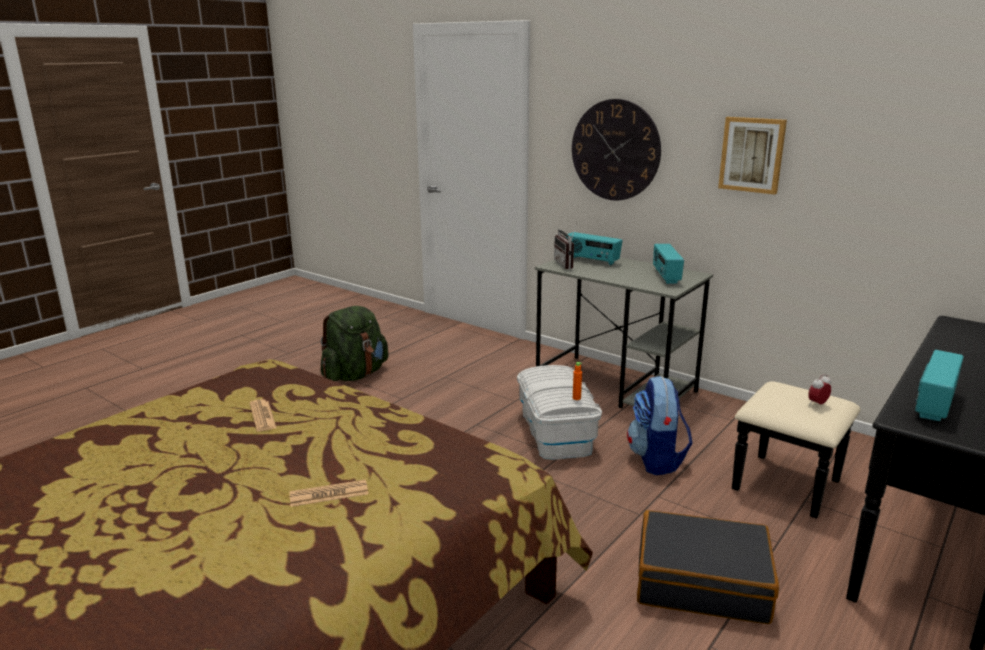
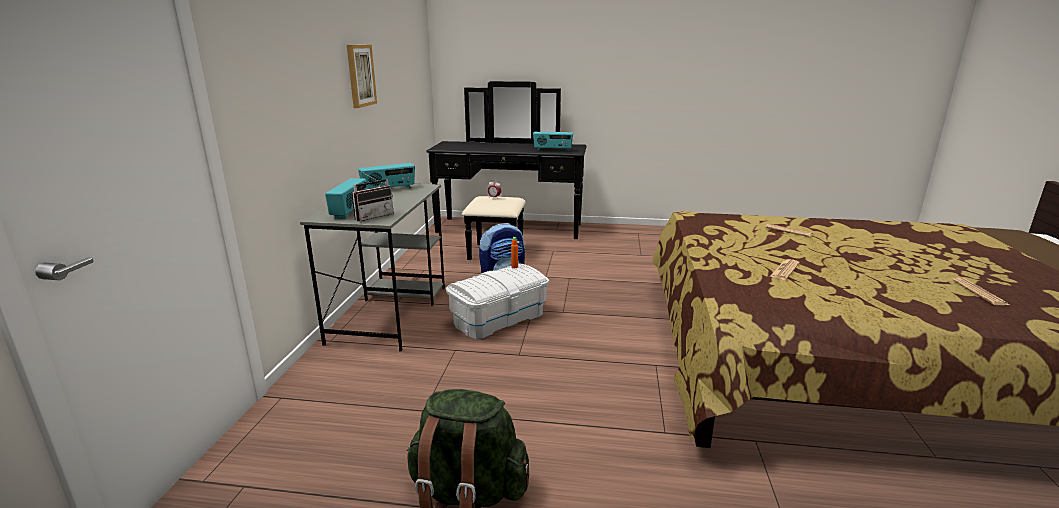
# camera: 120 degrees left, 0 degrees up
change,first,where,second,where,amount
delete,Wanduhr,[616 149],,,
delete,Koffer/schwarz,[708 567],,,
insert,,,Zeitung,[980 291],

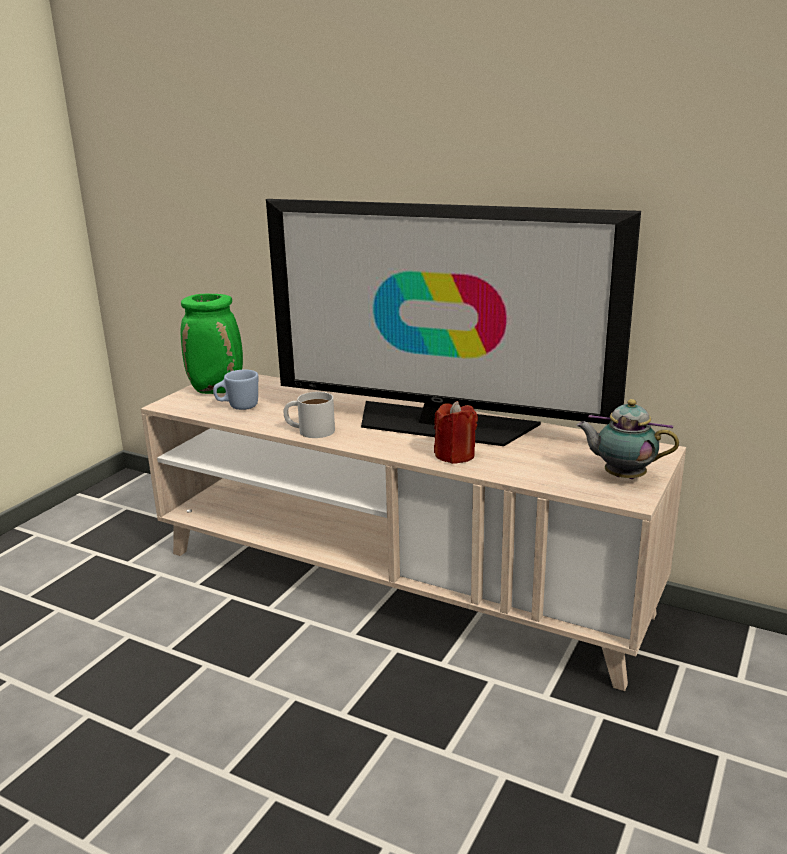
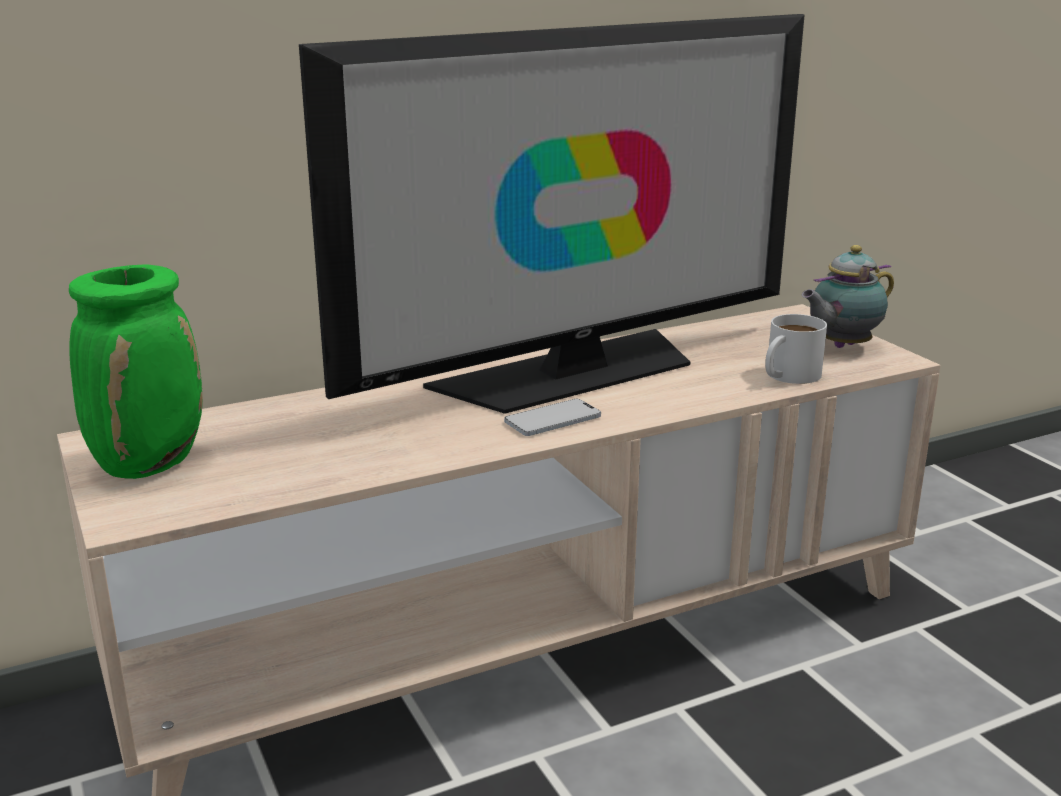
# camera: 55 degrees left, 0 degrees up
change,first,where,second,where,amount
delete,Henkelbecher/blau,[235 390],,,
move,Henkelbecher/weiß,[309 415],,[796 349],
delete,Kerze/rot,[456 432],,,
insert,,,Handy,[552 417],

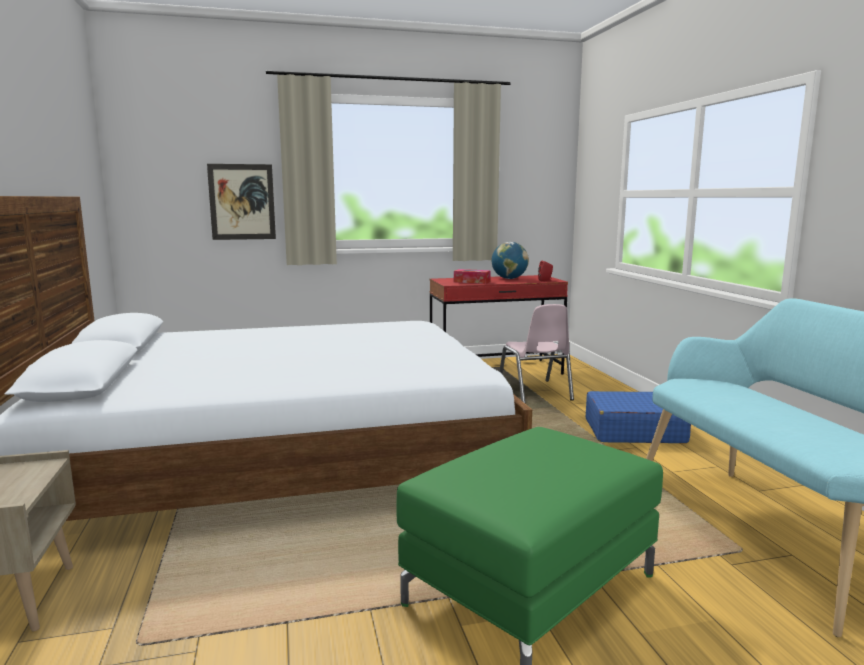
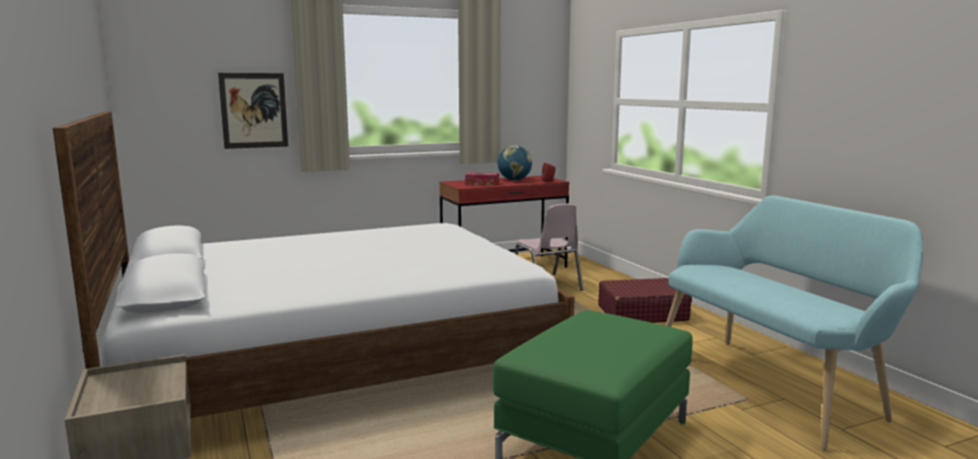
# camera: 10 degrees left, 0 degrees up
change,first,where,second,where,amount
recolor,Koffer/blau,[638 417],Koffer/rot,[645 300],

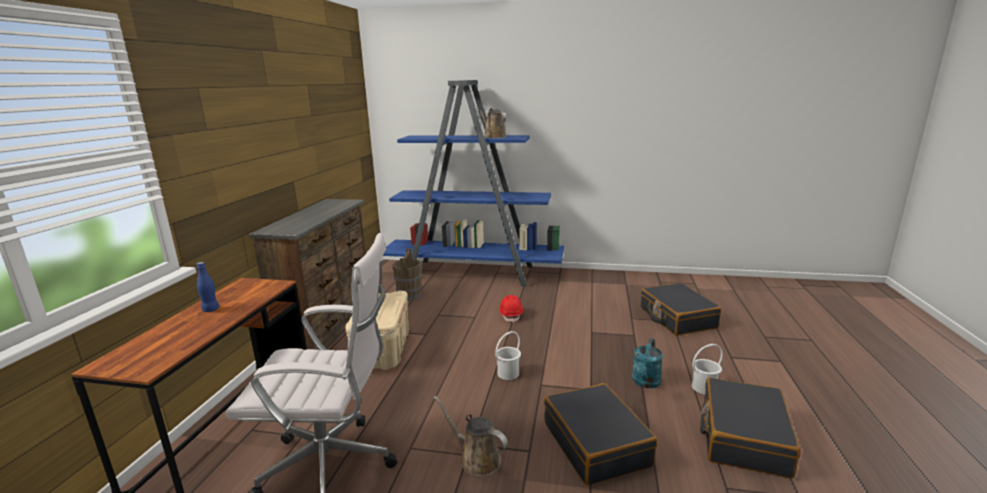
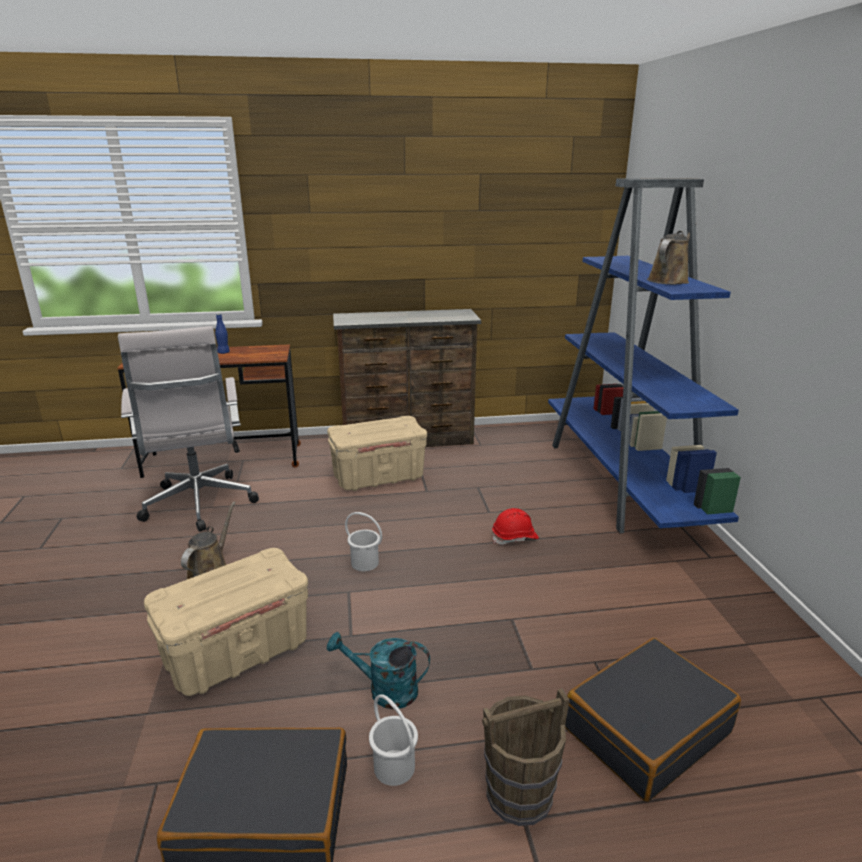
# camera: 70 degrees right, 5 degrees up
change,first,where,second,where,amount
move,Eimer/braun,[407 274],,[526 757],
replace,Koffer/schwarz,[601 434],Aufbewahrungsbox/beige,[226 622],

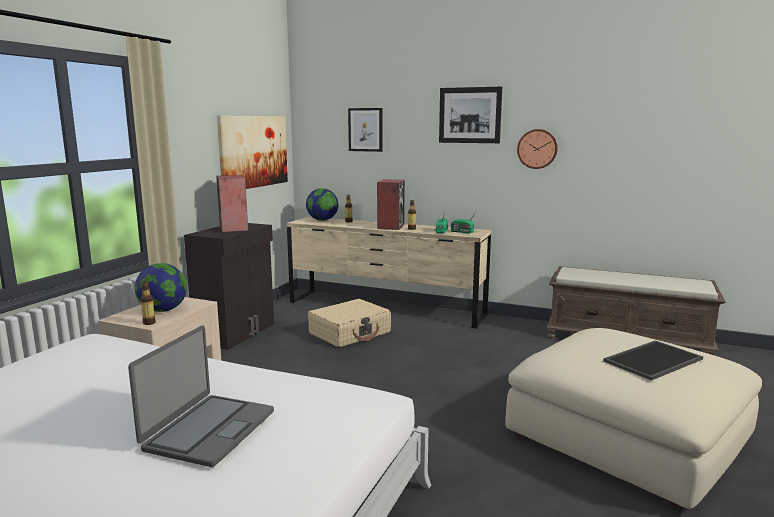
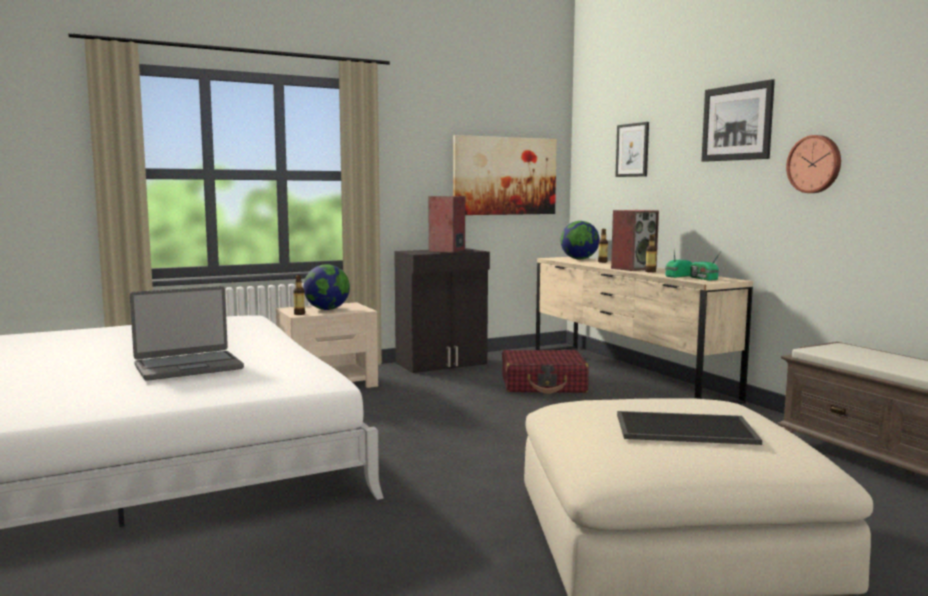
# camera: 40 degrees right, 5 degrees down
change,first,where,second,where,amount
recolor,Koffer/beige,[349 323],Koffer/rot,[545 372],

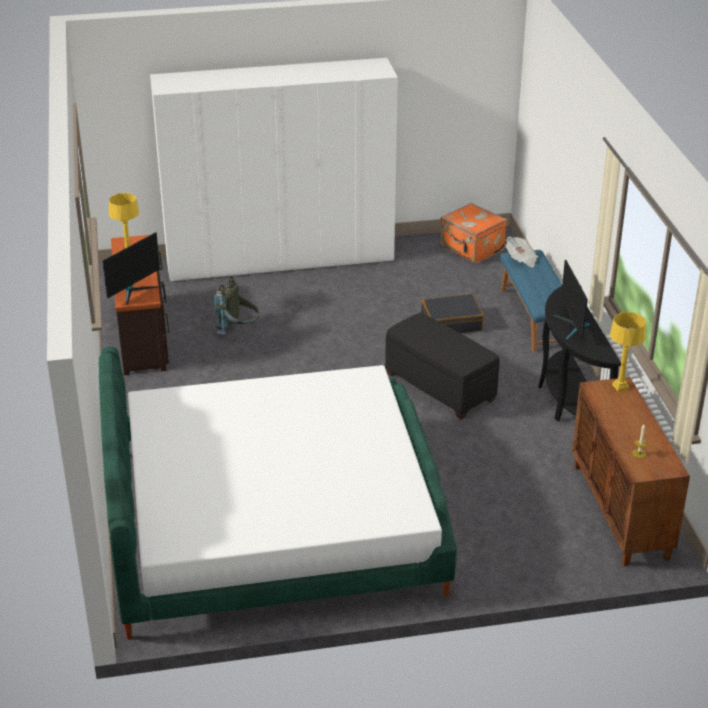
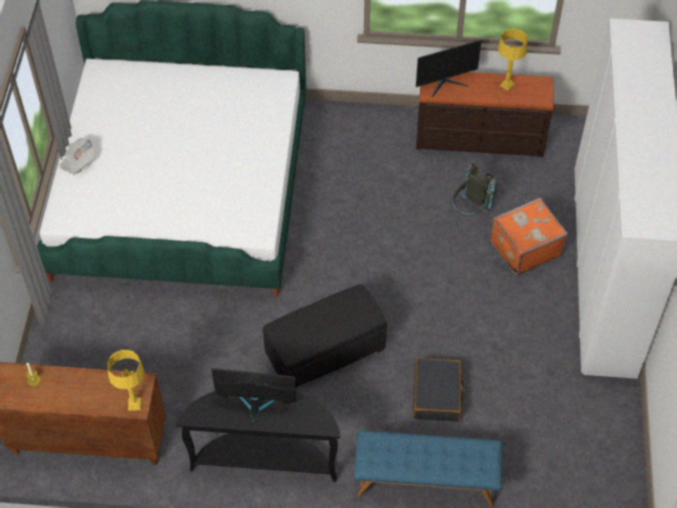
# camera: 105 degrees right, 20 degrees up
change,first,where,second,where,amount
move,Koffer/orange,[473 233],,[529 236],
rotate,Monitor,[131 268],,[449 68],75 degrees counterclockwise
move,Zeitung,[522 252],,[77 157],

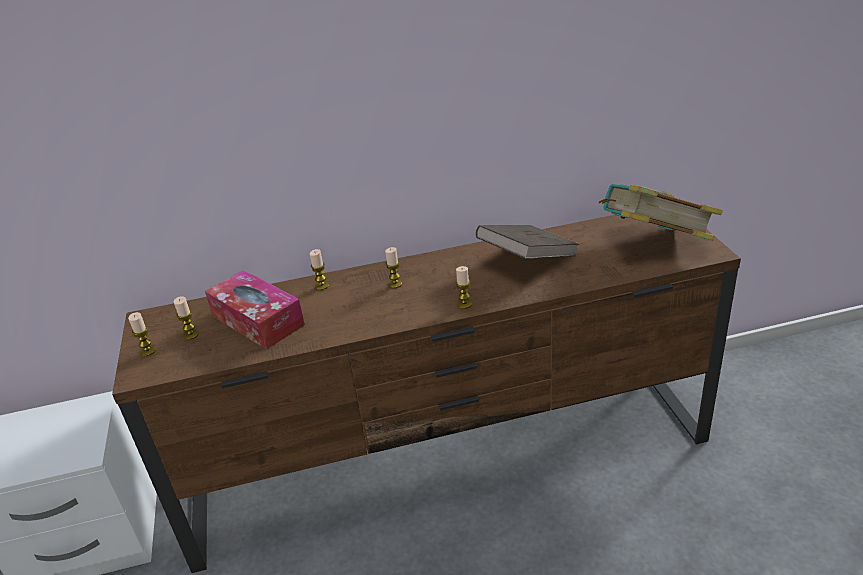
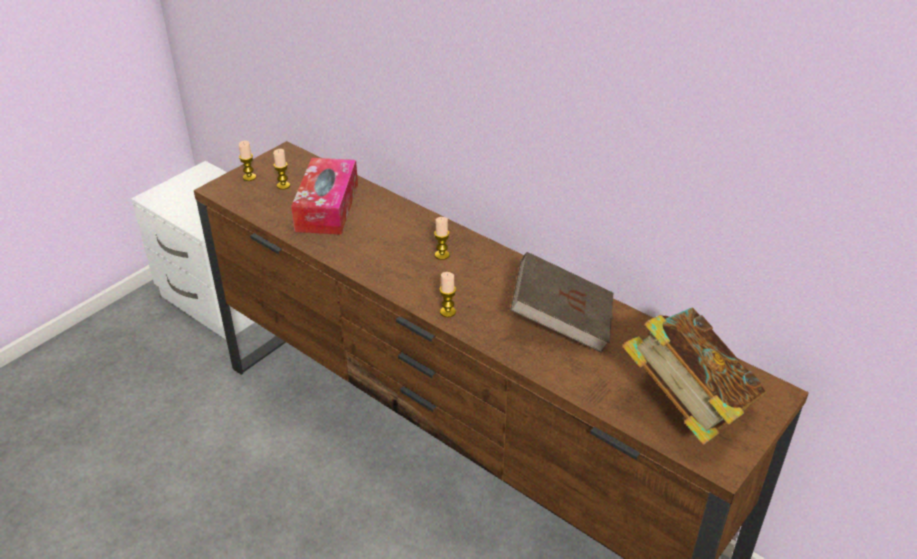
# camera: 50 degrees right, 5 degrees up
change,first,where,second,where,amount
delete,Kerze,[319 269],,,

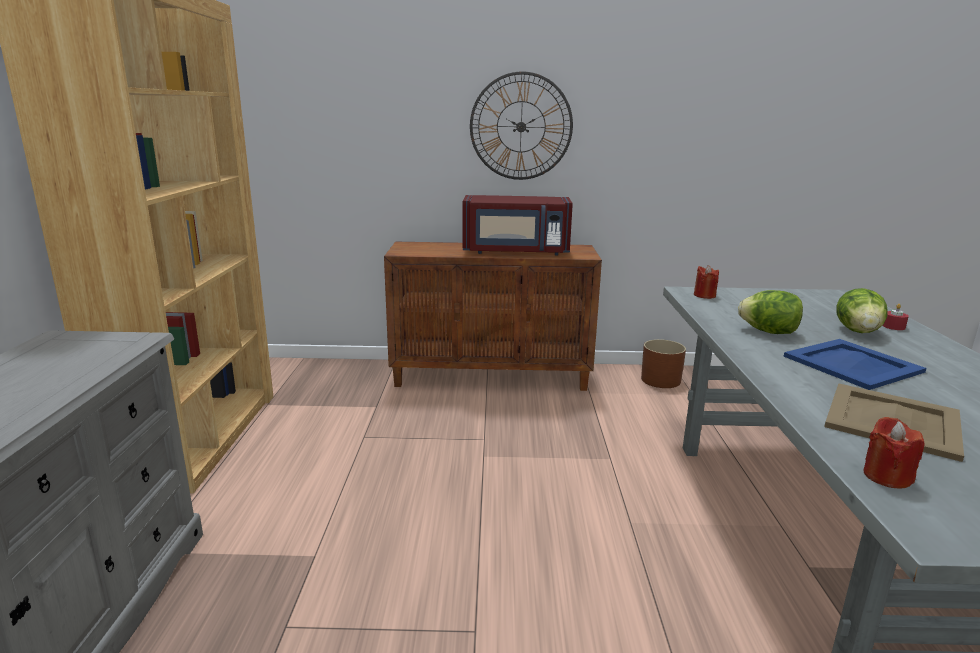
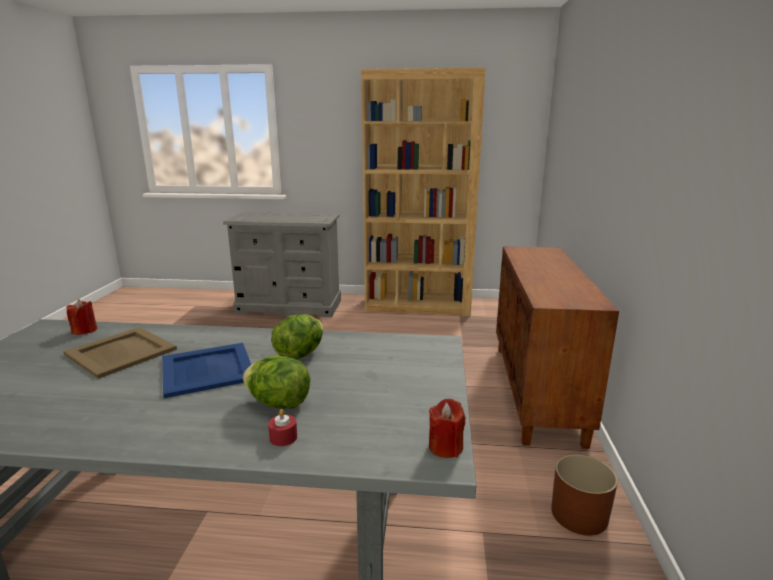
# camera: 95 degrees right, 0 degrees up
change,first,where,second,where,amount
delete,Wanduhr,[521 125],,,
delete,Mikrowelle/rot,[518 225],,,
move,Kerze/rot,[706 282],,[447 428],

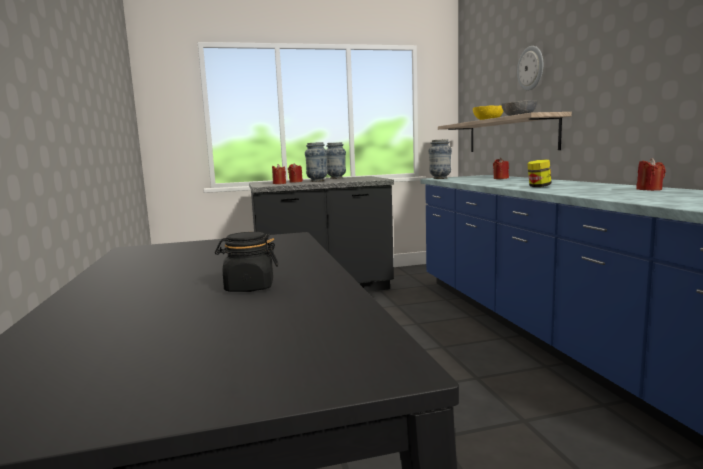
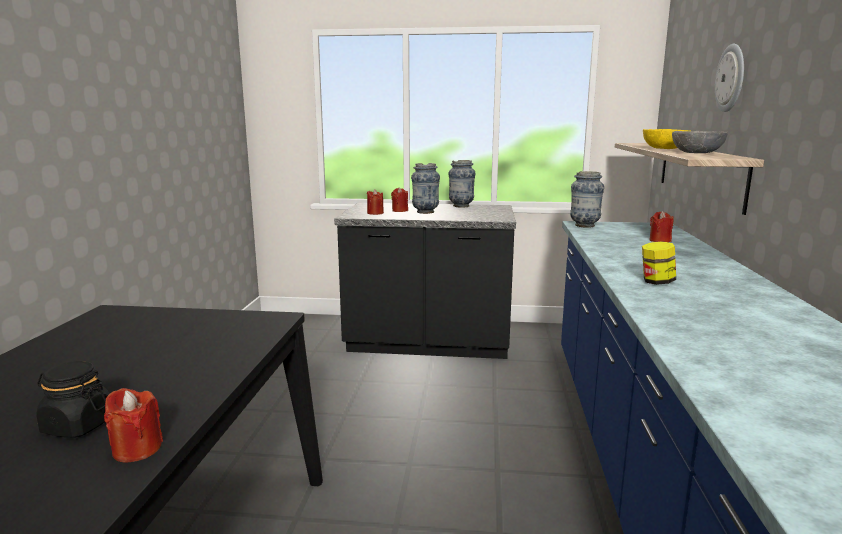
# camera: 20 degrees right, 5 degrees up
change,first,where,second,where,amount
move,Kerze/rot,[651 174],,[133 425],

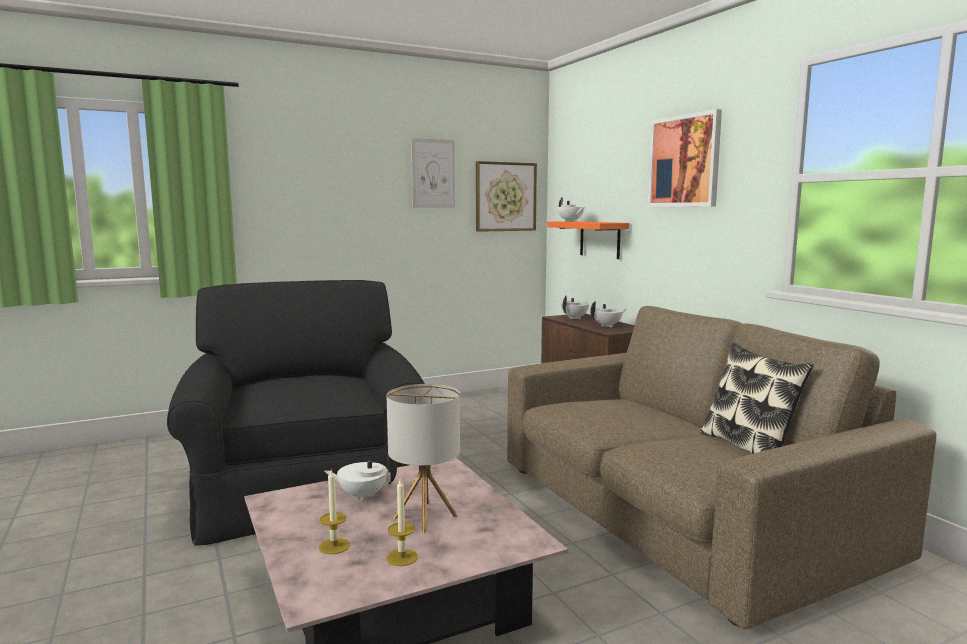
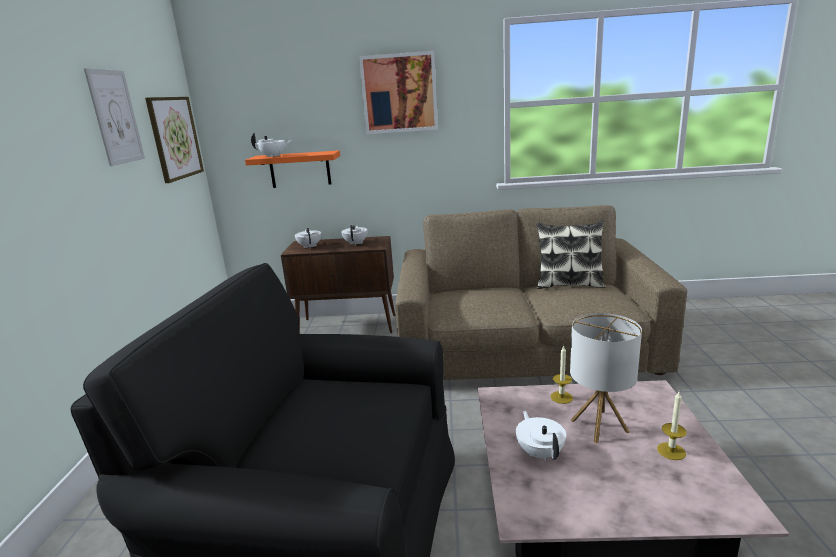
# camera: 60 degrees left, 10 degrees up
change,first,where,second,where,amount
rotate,Teekanne/weiß,[360 478],,[541 436],135 degrees clockwise
move,Kerze,[334 512],,[562 374],

